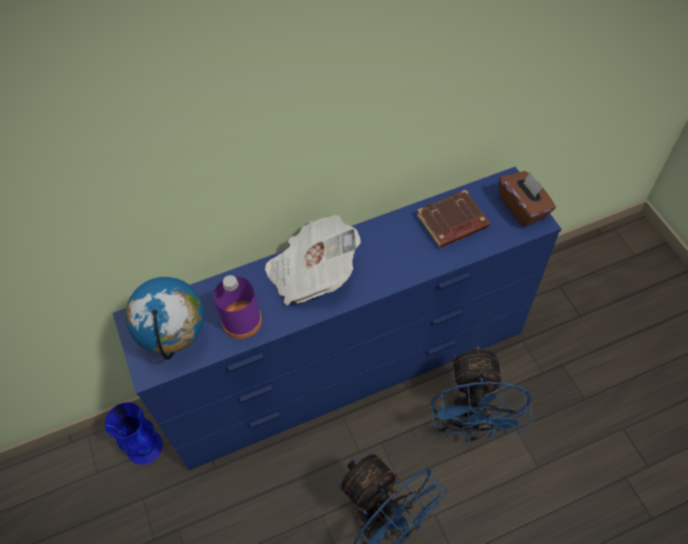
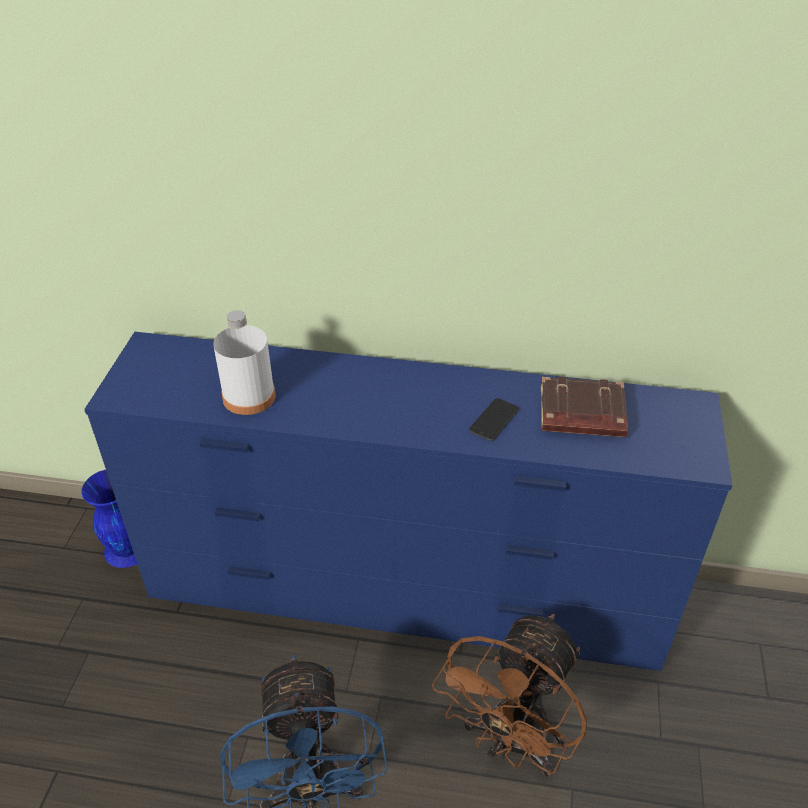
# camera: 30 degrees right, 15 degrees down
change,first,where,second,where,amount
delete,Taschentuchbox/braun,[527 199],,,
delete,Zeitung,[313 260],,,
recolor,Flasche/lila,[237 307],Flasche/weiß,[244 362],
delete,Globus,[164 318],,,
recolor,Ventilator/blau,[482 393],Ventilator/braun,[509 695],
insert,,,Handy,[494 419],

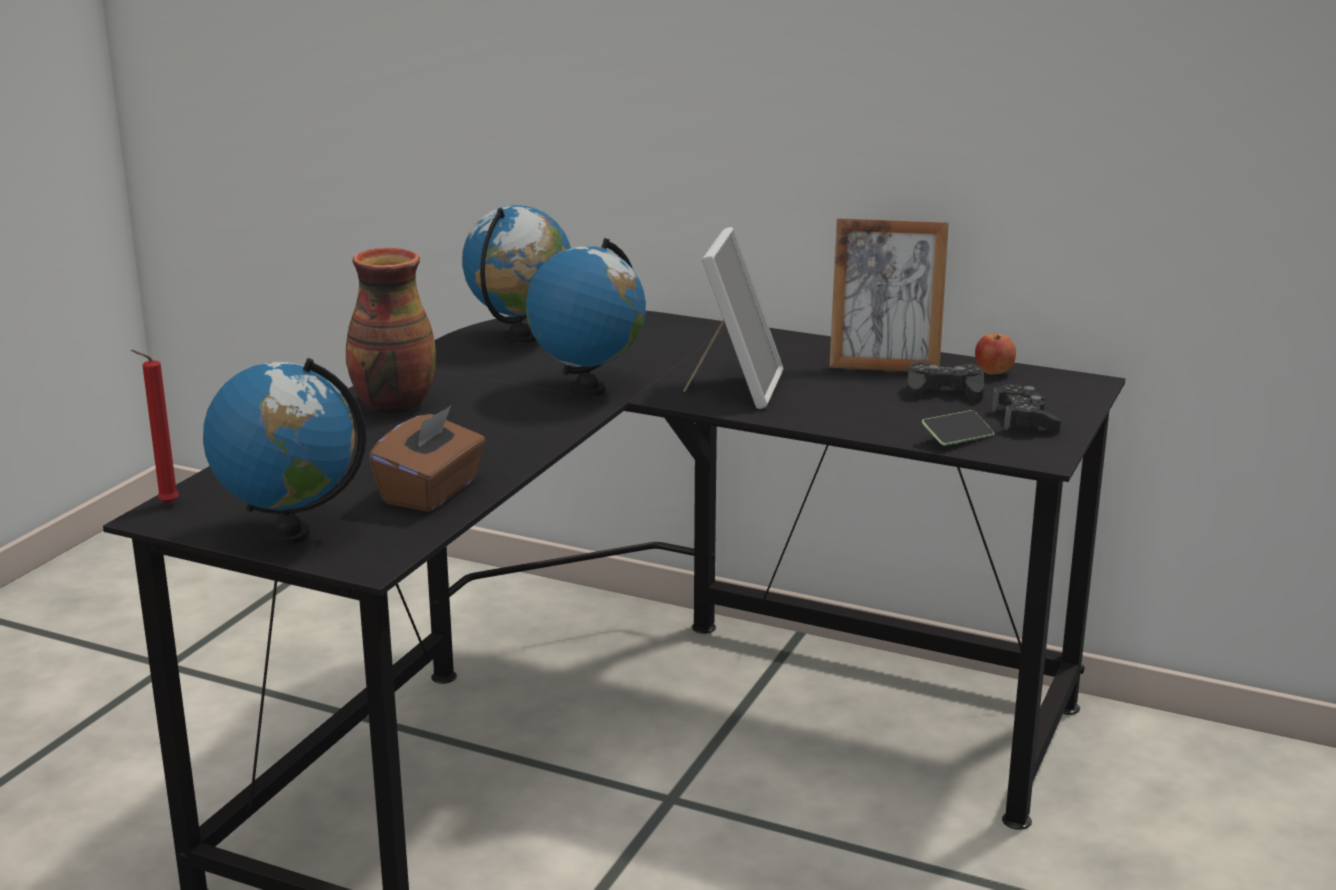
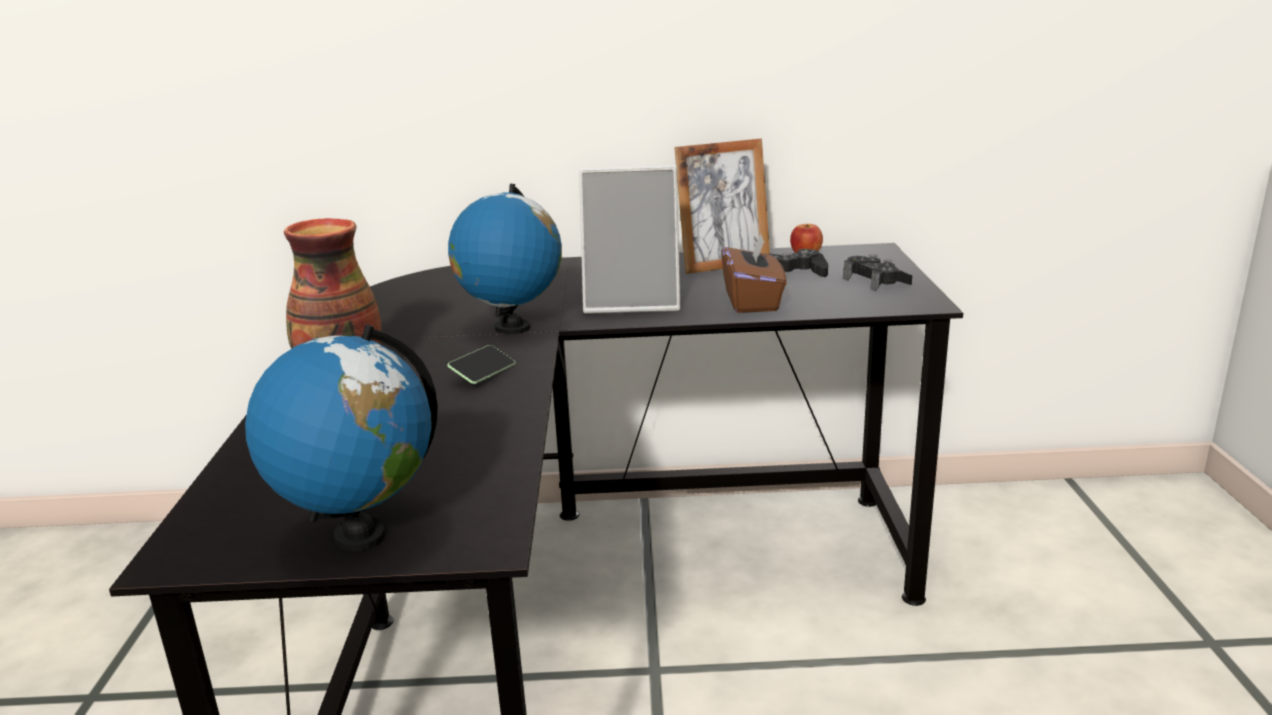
# camera: 25 degrees left, 0 degrees up
change,first,where,second,where,amount
delete,Globus,[516 274],,,
rotate,Bilderrahmen,[733 318],,[629 239],105 degrees clockwise
delete,Kerze/rot,[155 427],,,
move,Taschentuchbox/braun,[427 459],,[754 273],
move,Handy,[958 428],,[481 364],

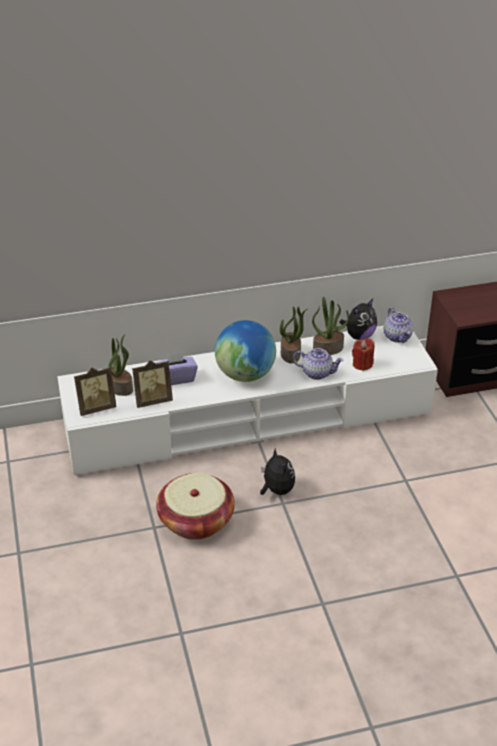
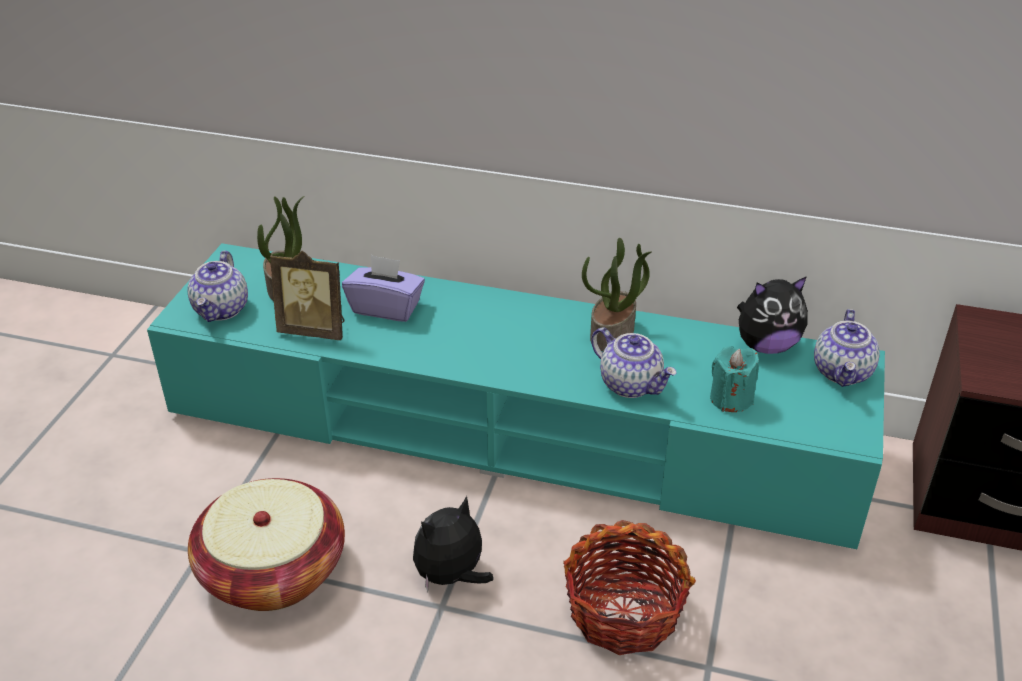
# camera: 30 degrees right, 0 degrees up
change,first,where,second,where,amount
delete,Topfpflanze,[330 326],,,
delete,Globus,[245 351],,,
recolor,Fernsehschrank/weiß,[247 400],Fernsehschrank/türkis,[516 396],
recolor,Kerze/rot,[363 354],Kerze/türkis,[734 379],
replace,Bilderrahmen,[95 391],Teekanne,[218 286],
rotate,Plüschtier,[277 471],,[453 544],135 degrees counterclockwise
insert,,,Korb,[629 587],

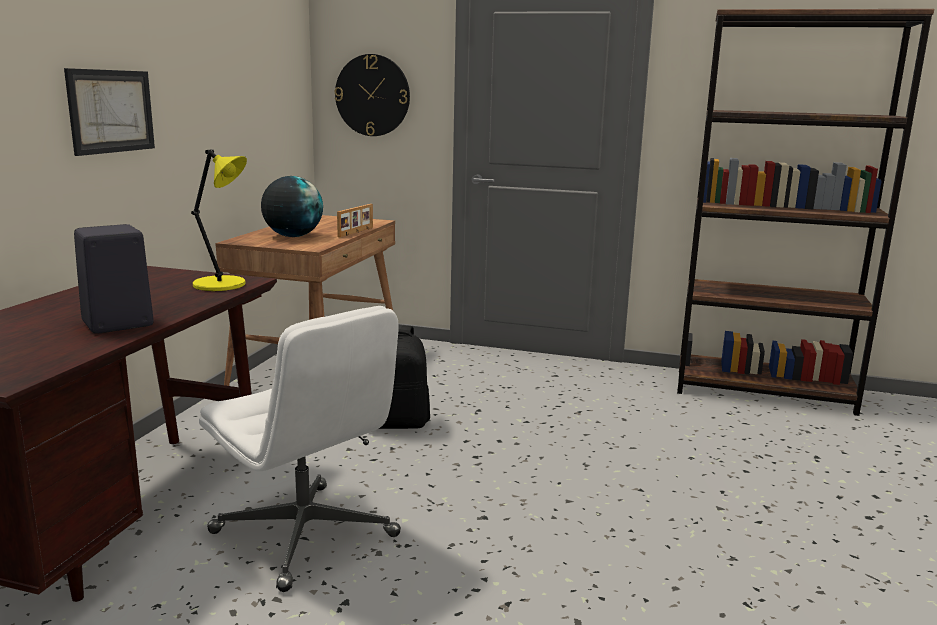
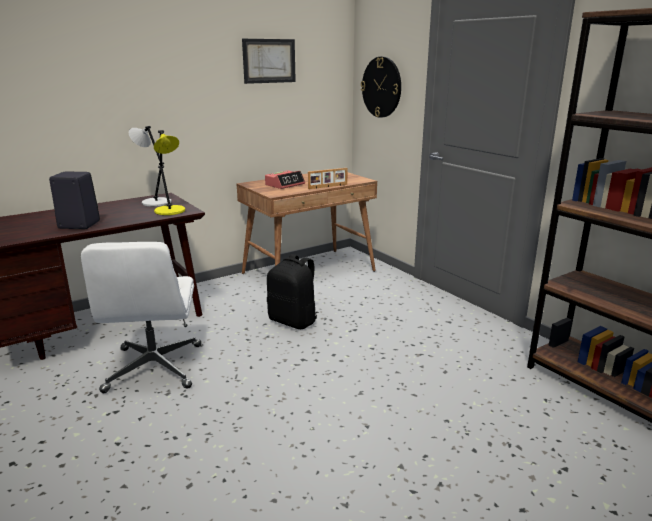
# camera: 40 degrees right, 5 degrees up
change,first,where,second,where,amount
move,Bild,[109 112],,[269 61],
replace,Globus,[292 206],Wecker,[285 179],
insert,,,Tischlampe/grau,[150 166],

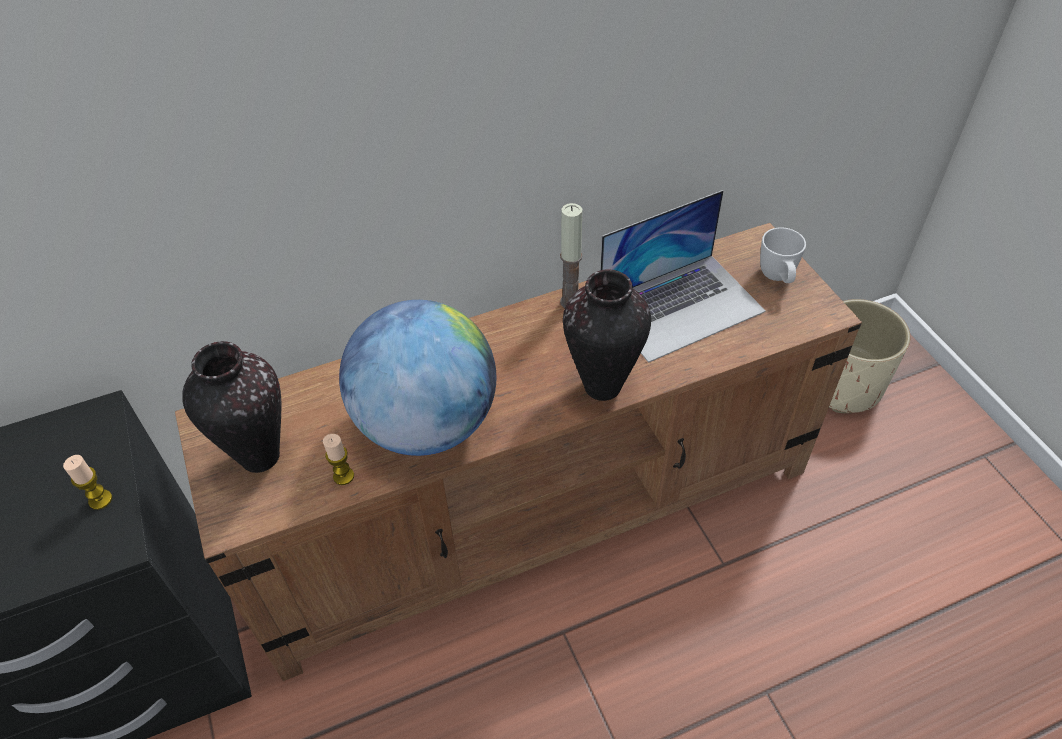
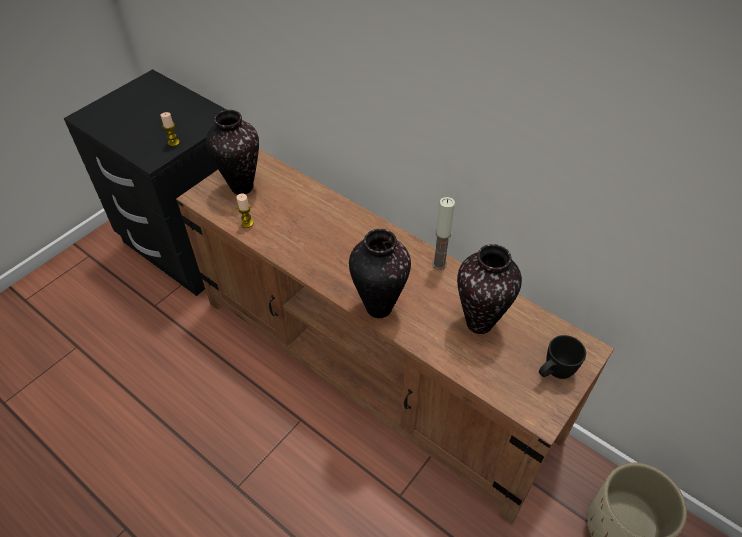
# camera: 60 degrees right, 0 degrees up
change,first,where,second,where,amount
replace,Laptop,[683 276],Vase,[489 289],
recolor,Henkelbecher/weiß,[783 255],Henkelbecher/schwarz,[562 357],
delete,Globus,[417 378],,,

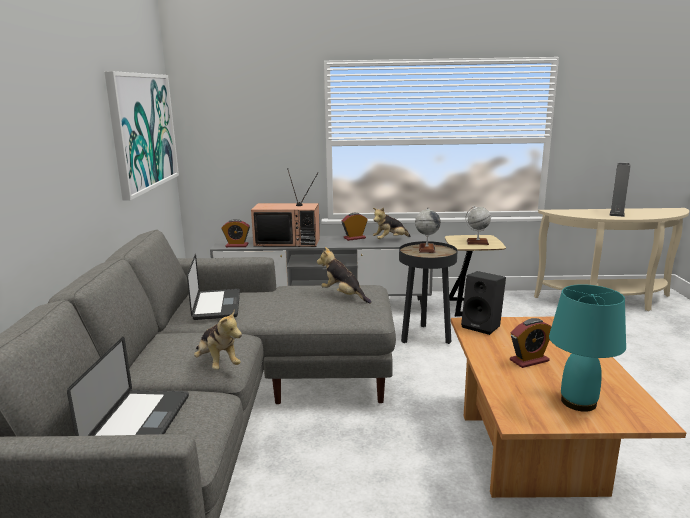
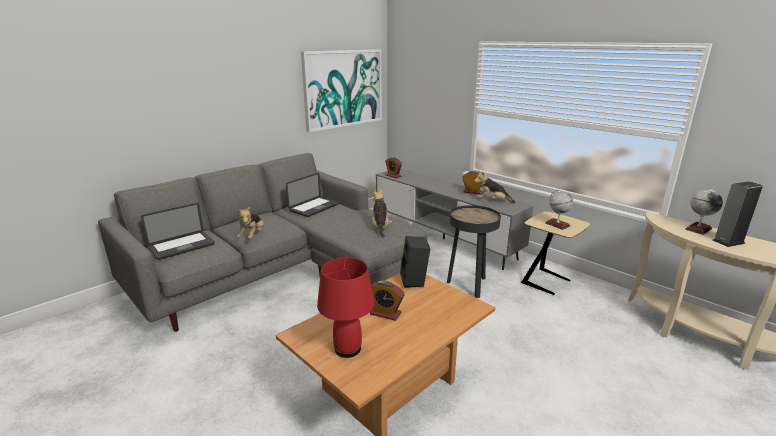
# camera: 45 degrees right, 5 degrees up
change,first,where,second,where,amount
delete,Fernseher,[285 207],,,
move,Globus,[428 230],,[704 211],
recolor,Tischlampe/türkis,[587 348],Tischlampe/rot,[345 308],

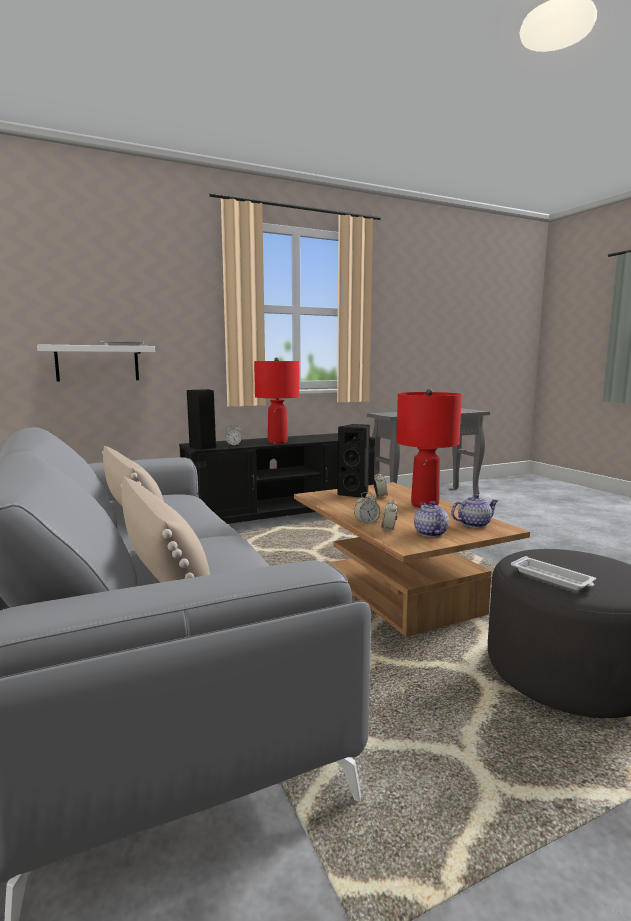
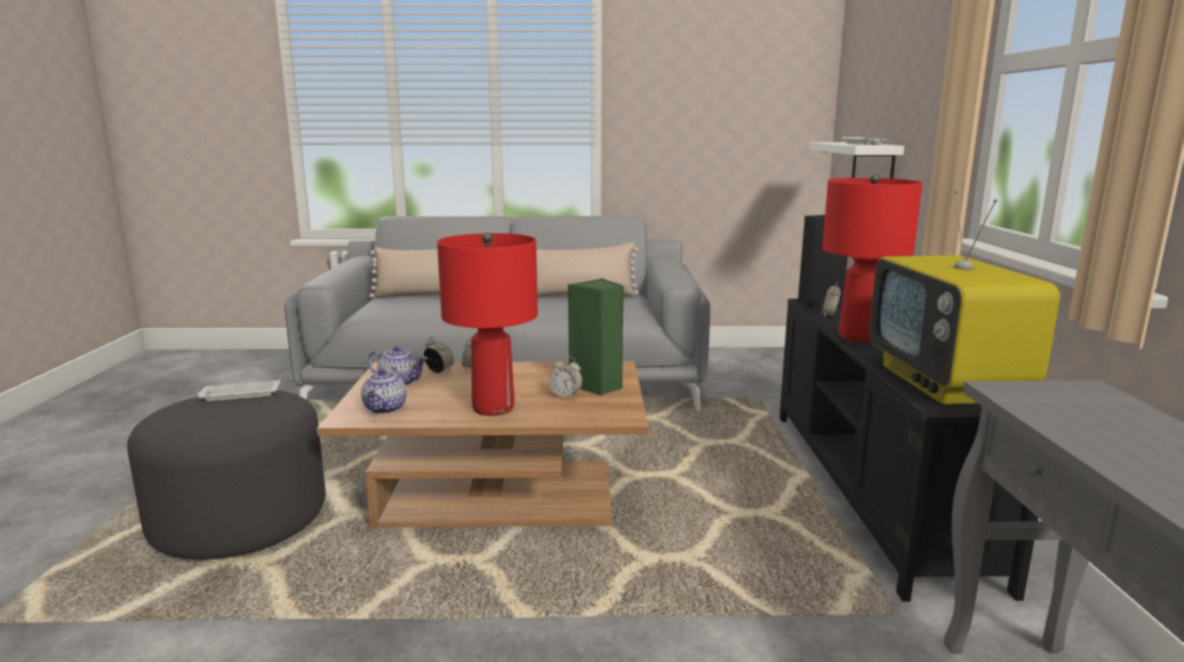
# camera: 115 degrees right, 5 degrees up
change,first,where,second,where,amount
recolor,Lautsprecher/schwarz,[353 461],Lautsprecher/grün,[596 336],
insert,,,Fernseher,[964 297],

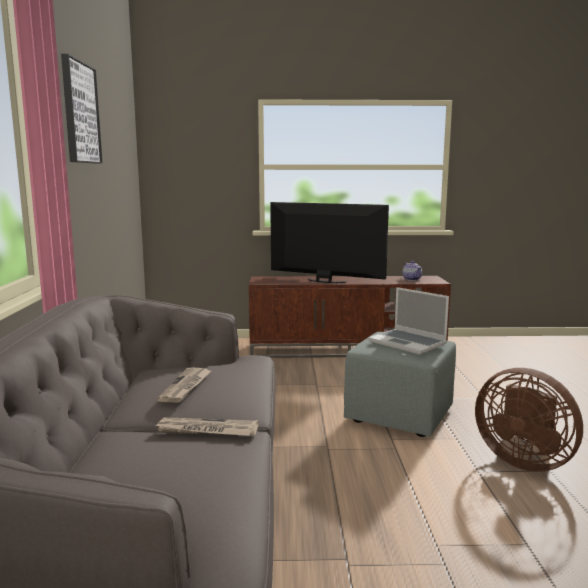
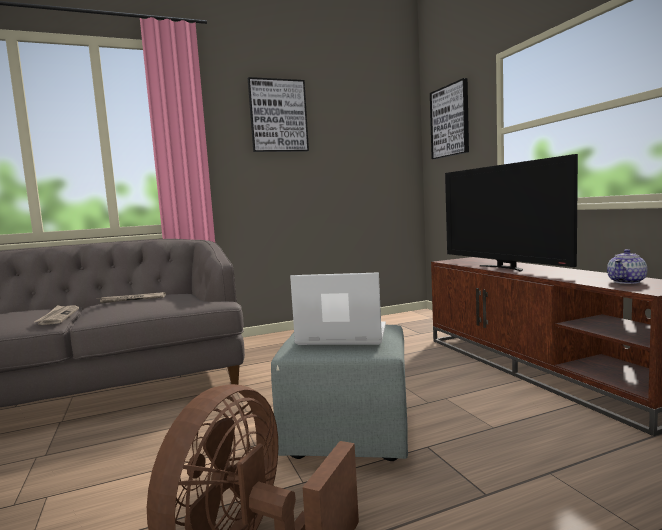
# camera: 70 degrees right, 5 degrees down
change,first,where,second,where,amount
rotate,Fernseher,[329 242],,[511 213],150 degrees clockwise
rotate,Laptop,[409 320],,[338 308],75 degrees clockwise
insert,,,Bild,[449 118],

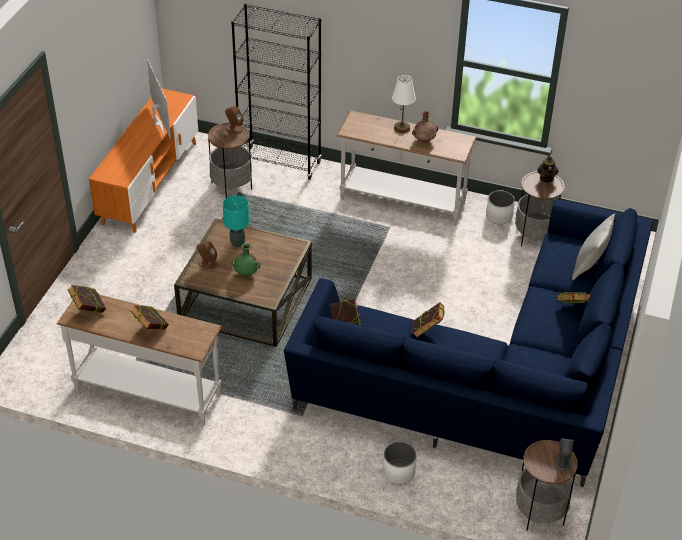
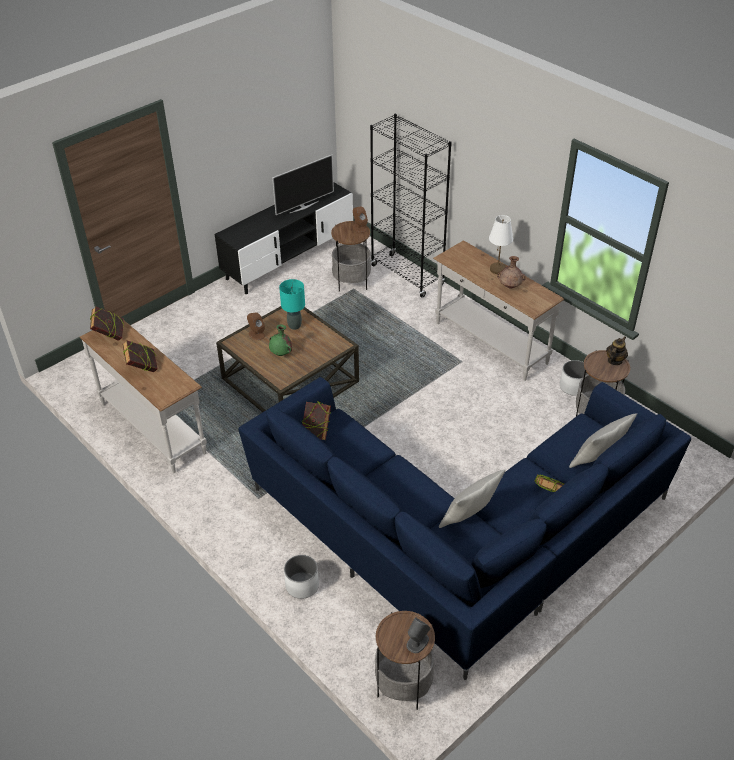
# camera: 30 degrees right, 0 degrees up
change,first,where,second,where,amount
rotate,Fernseher,[159 99],,[303 185],45 degrees clockwise
recolor,Fernsehschrank/orange,[143 160],Fernsehschrank/schwarz,[284 238],
delete,Buch,[428 320],,,
insert,,,Kissen/grau,[472 499],

